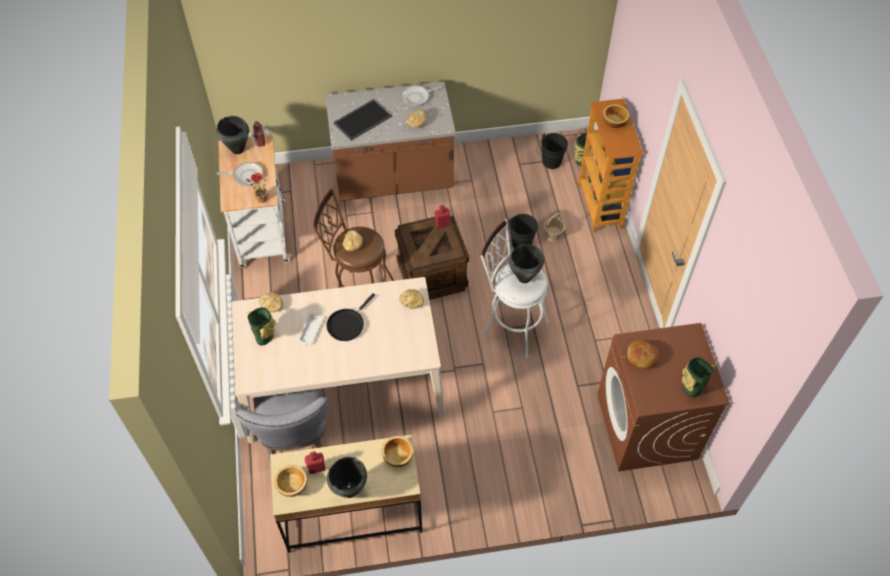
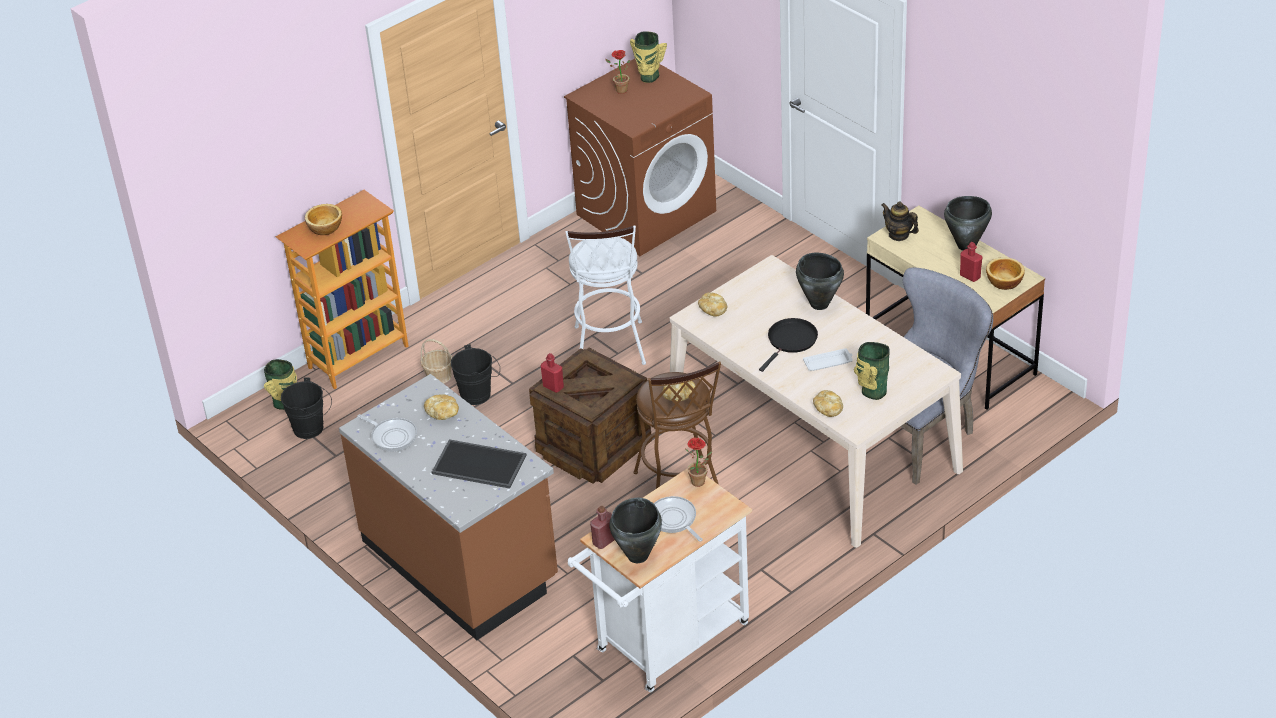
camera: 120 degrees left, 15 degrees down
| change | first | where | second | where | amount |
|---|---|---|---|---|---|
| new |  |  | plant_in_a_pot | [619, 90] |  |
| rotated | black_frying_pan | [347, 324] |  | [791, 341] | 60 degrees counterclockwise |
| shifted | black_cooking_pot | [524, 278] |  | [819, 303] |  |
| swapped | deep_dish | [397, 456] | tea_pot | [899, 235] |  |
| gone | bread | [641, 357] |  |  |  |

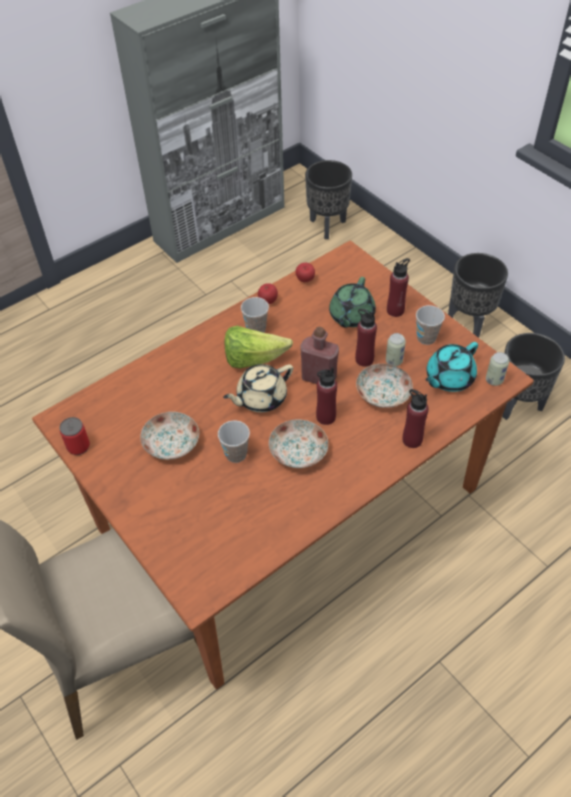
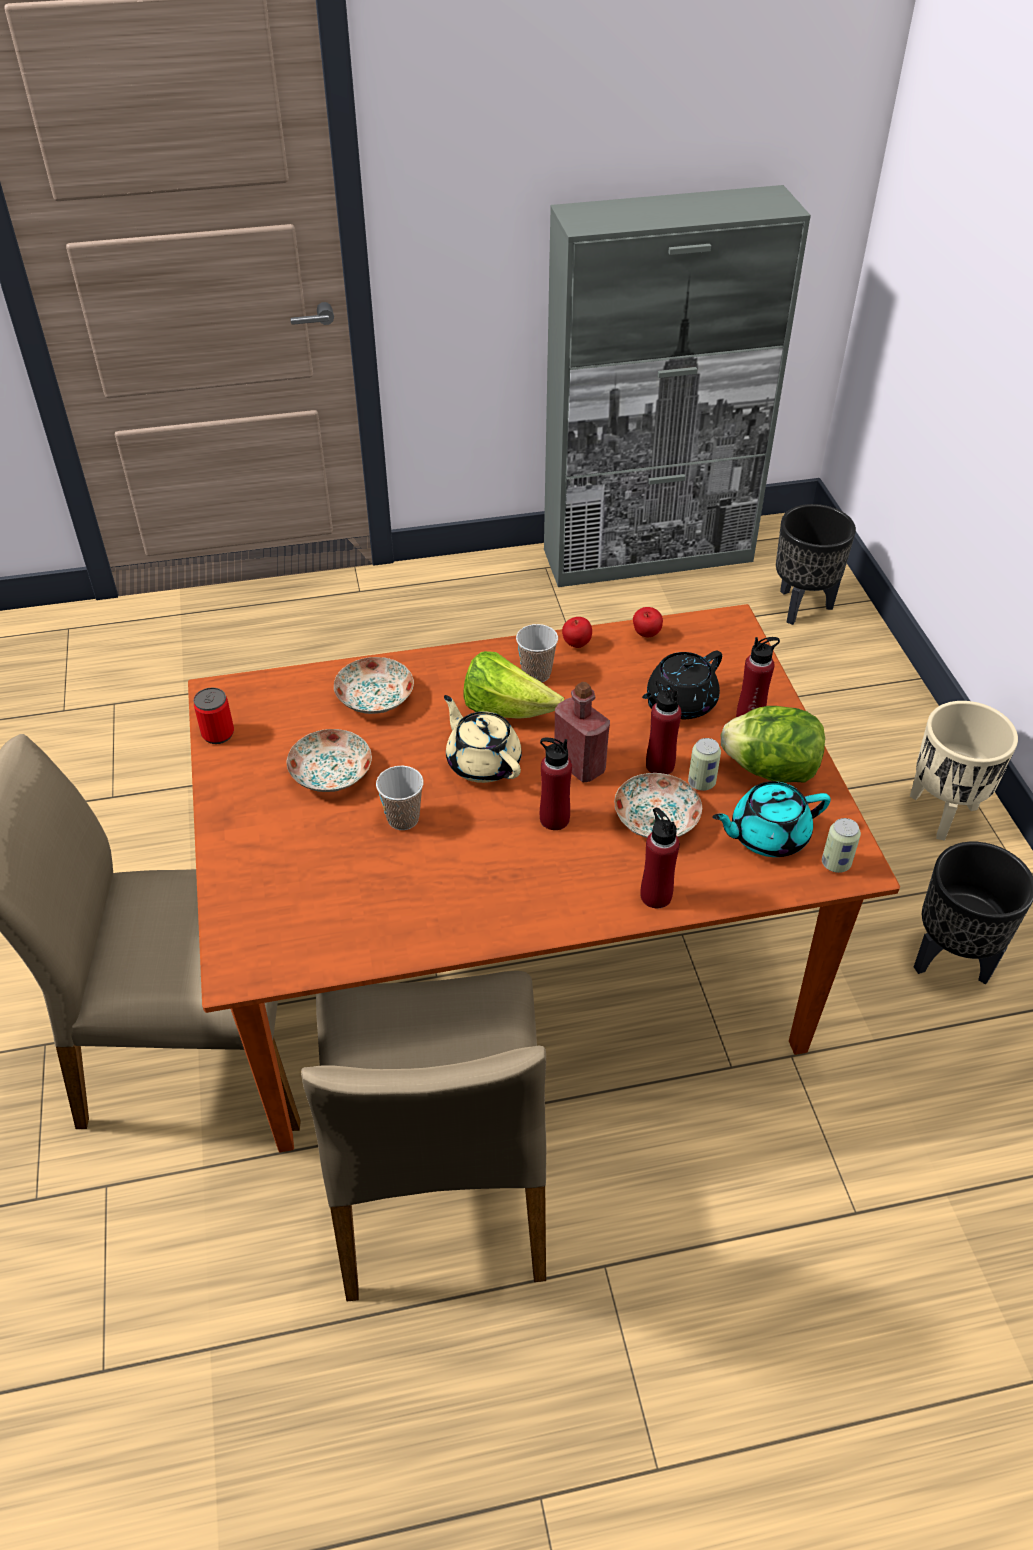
camera: 25 degrees right, 5 degrees down
| change | first | where | second | where | amount |
|---|---|---|---|---|---|
| new |  |  | beige_upright_chair | [439, 1180] |  |
| shifted | dinner_plate | [297, 452] |  | [374, 698] |  |
| rotated | beige_tea_pot | [260, 398] |  | [483, 762] | 60 degrees clockwise |
| repainted | green-coloured_tea_pot | [351, 316] | black_tea_pot | [679, 703] |  |
| swapped | cup | [426, 338] | head_of_lettuce | [771, 770] |  |
| repainted | black_planter | [469, 322] | beige_planter | [943, 813] |  |

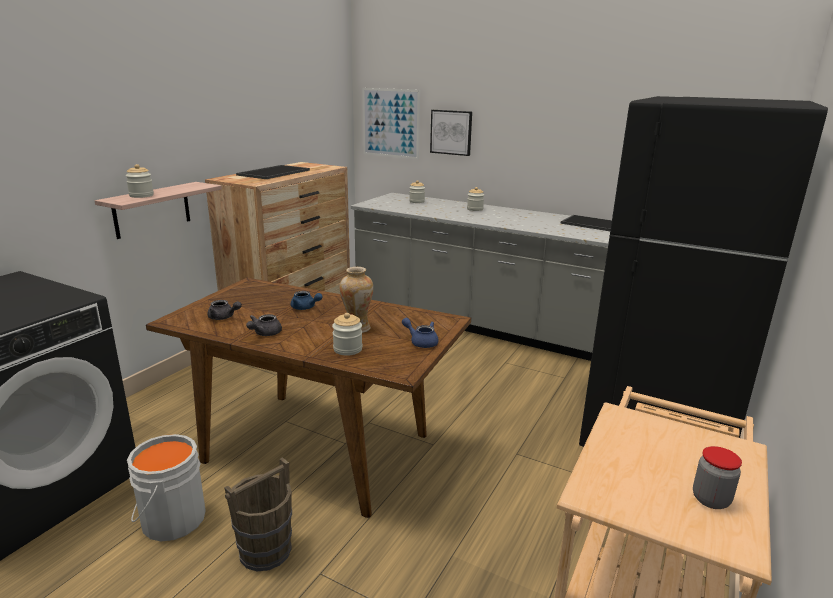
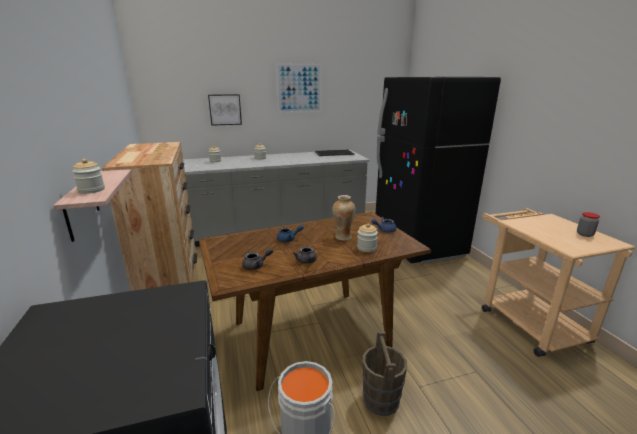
camera: 45 degrees left, 0 degrees up
| change | first | where | second | where | amount |
|---|---|---|---|---|---|
| shifted | picture | [390, 123] |  | [299, 88] |  |
| gone | carrying_tray | [273, 172] |  |  |  |

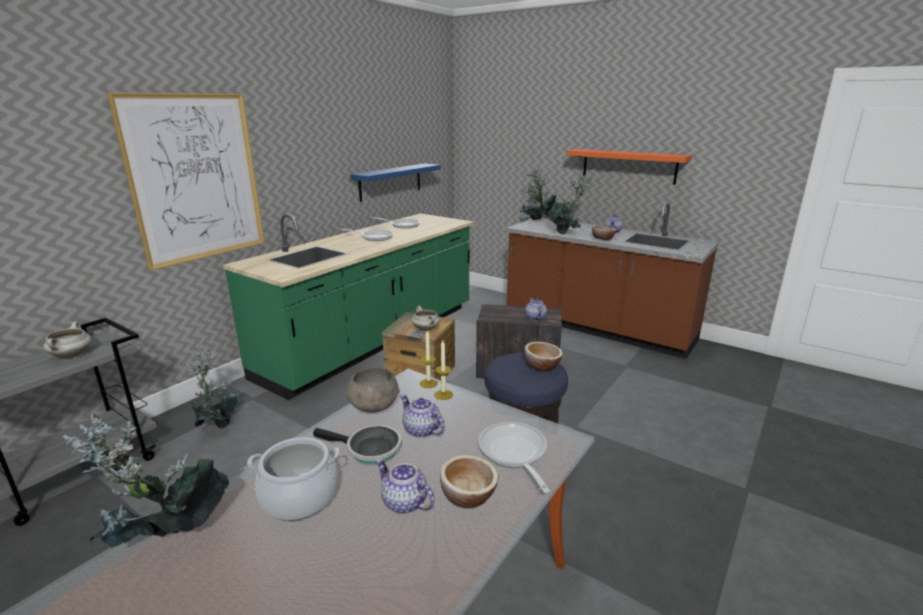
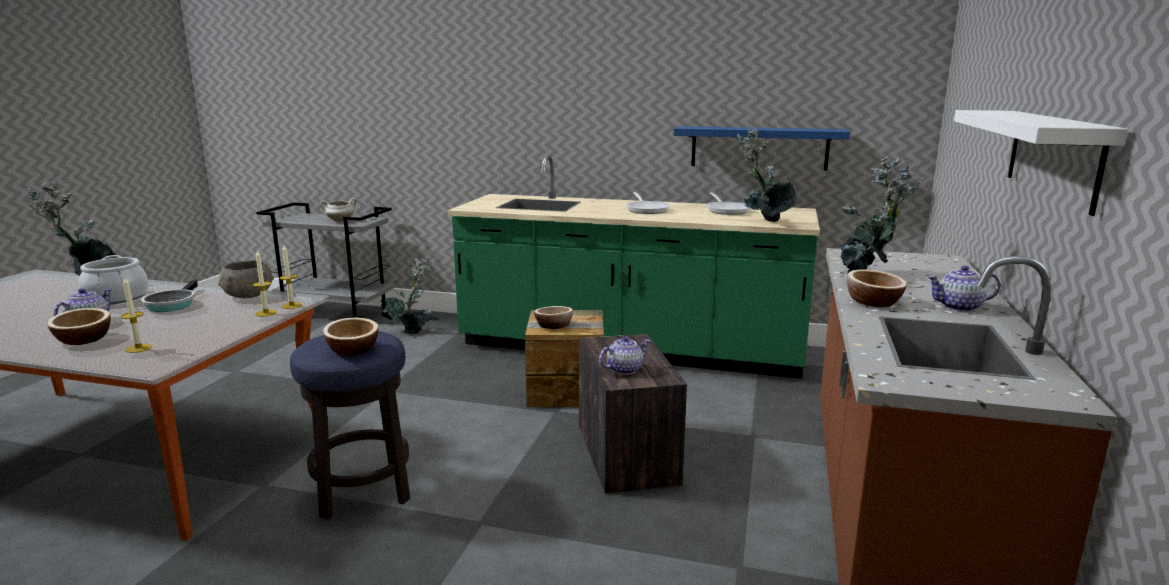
camera: 70 degrees right, 5 degrees down
| change | first | where | second | where | amount |
|---|---|---|---|---|---|
| swapped | frying_pan | [514, 453] | candle | [138, 348] |  |
| swapped | whitish_cooking_pot | [426, 329] | deep_dish | [554, 326] |  |
| shifted | plant_in_a_pot | [537, 221] |  | [763, 222] |  |
| repainted | orange_wall_shelf | [628, 166] | whitish_wall_shelf | [1052, 156] |  |
| gone | picture | [196, 178] |  |  |  |
| gone | tea_pot | [422, 430] |  |  |  |

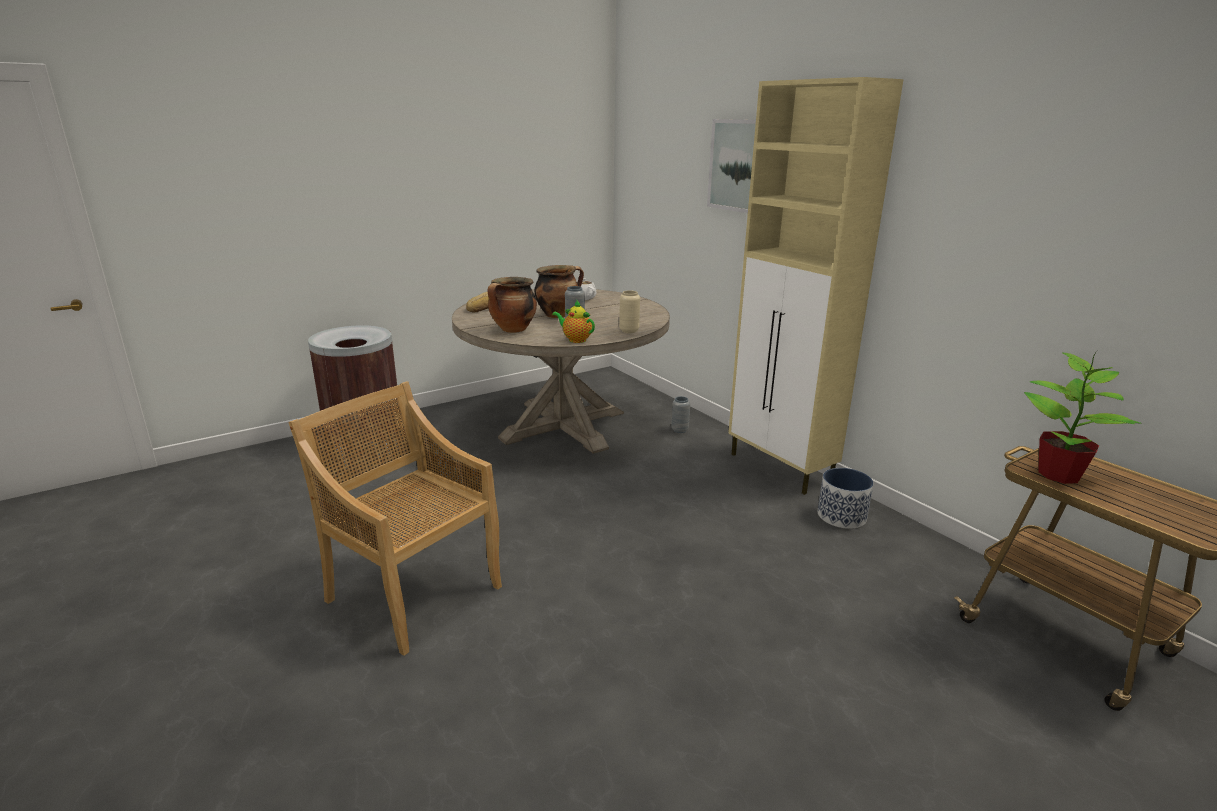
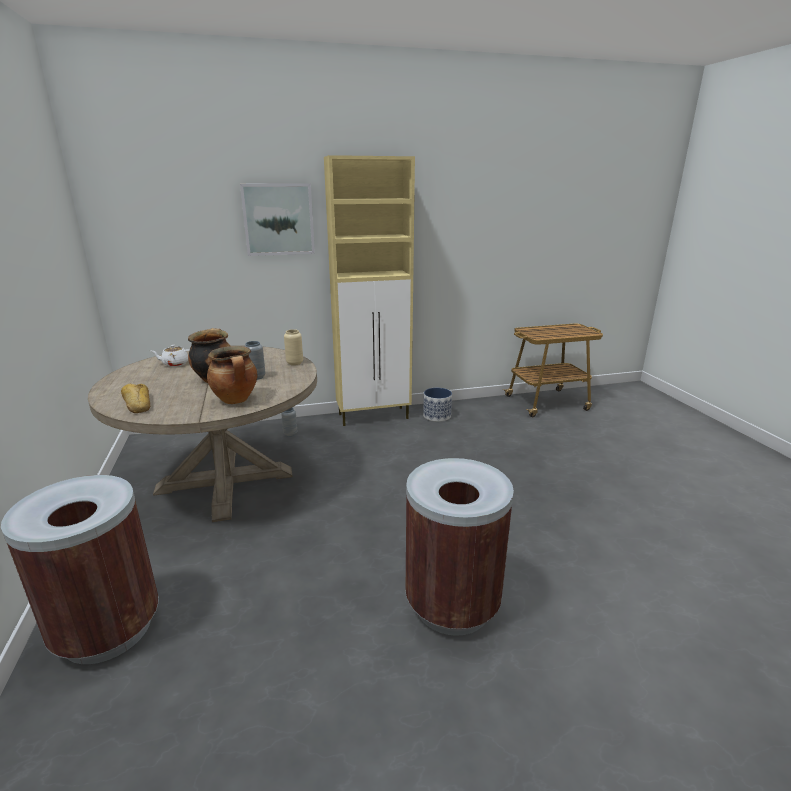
camera: 70 degrees left, 0 degrees up
| change | first | where | second | where | amount |
|---|---|---|---|---|---|
| swapped | beige_upright_chair | [413, 592] | brownish_trash_can | [451, 604] |  |
| gone | tea_pot | [575, 339] |  |  |  |
| gone | plant_in_a_pot | [1060, 475] |  |  |  |

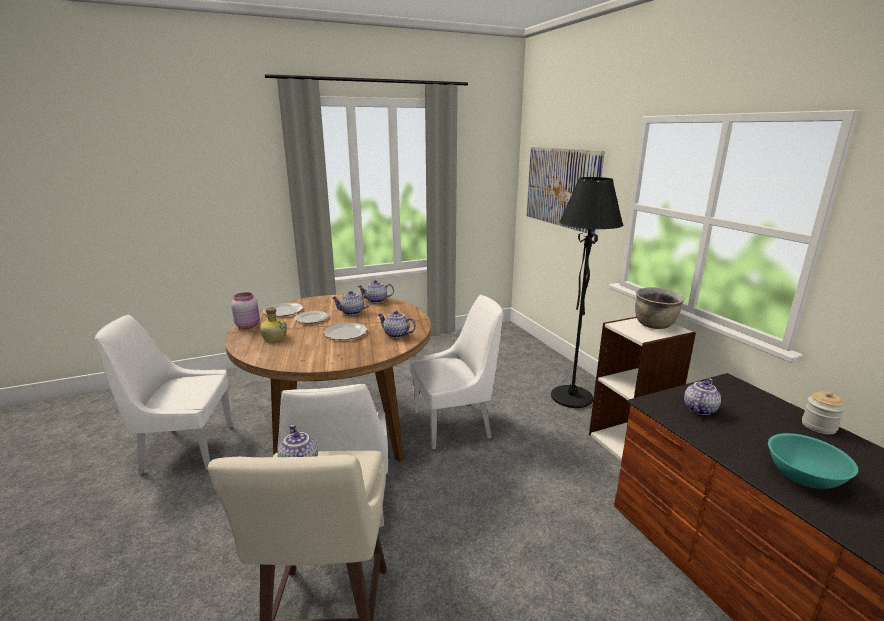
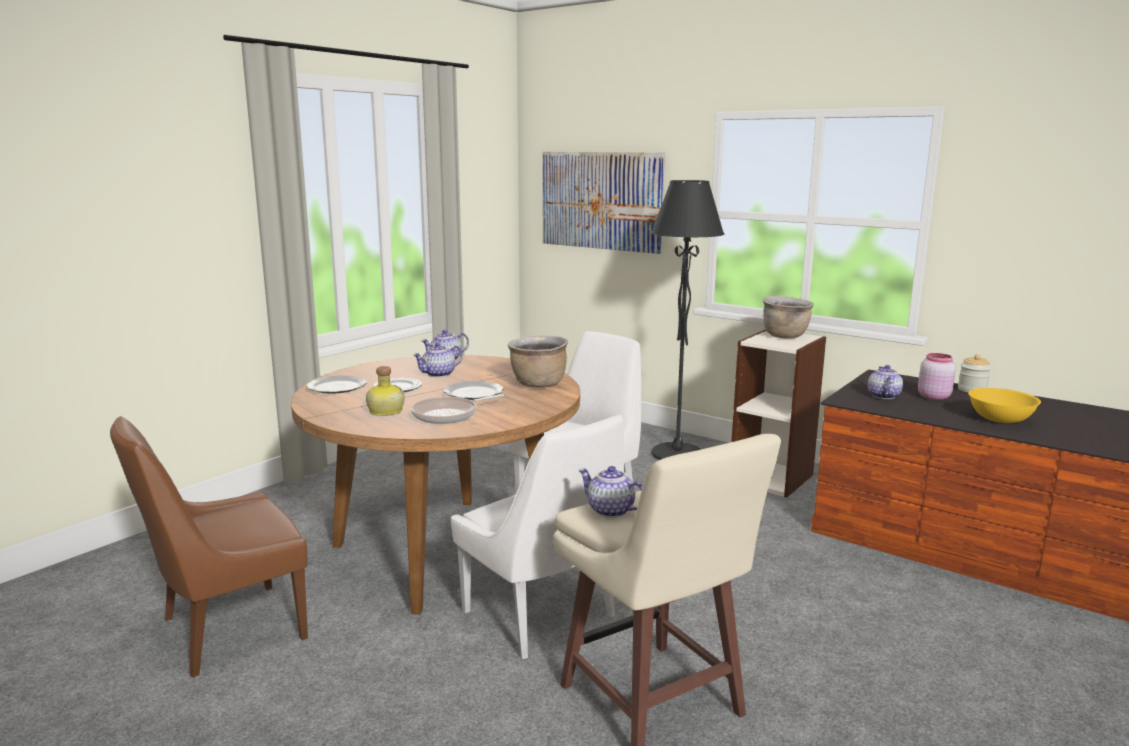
camera: 30 degrees left, 5 degrees down
| change | first | where | second | where | amount |
|---|---|---|---|---|---|
| repainted | whitish_upright_chair | [184, 448] | brownish_upright_chair | [228, 630] |  |
| new |  |  | frying_pan | [449, 415] |  |
| swapped | tea_pot | [396, 335] | brownish_cooking_pot | [538, 384] |  |
| shifted | pink_jar | [248, 325] |  | [933, 397] |  |
| repainted | blue-green_deep_dish | [804, 476] | yellow_deep_dish | [1000, 419] |  |

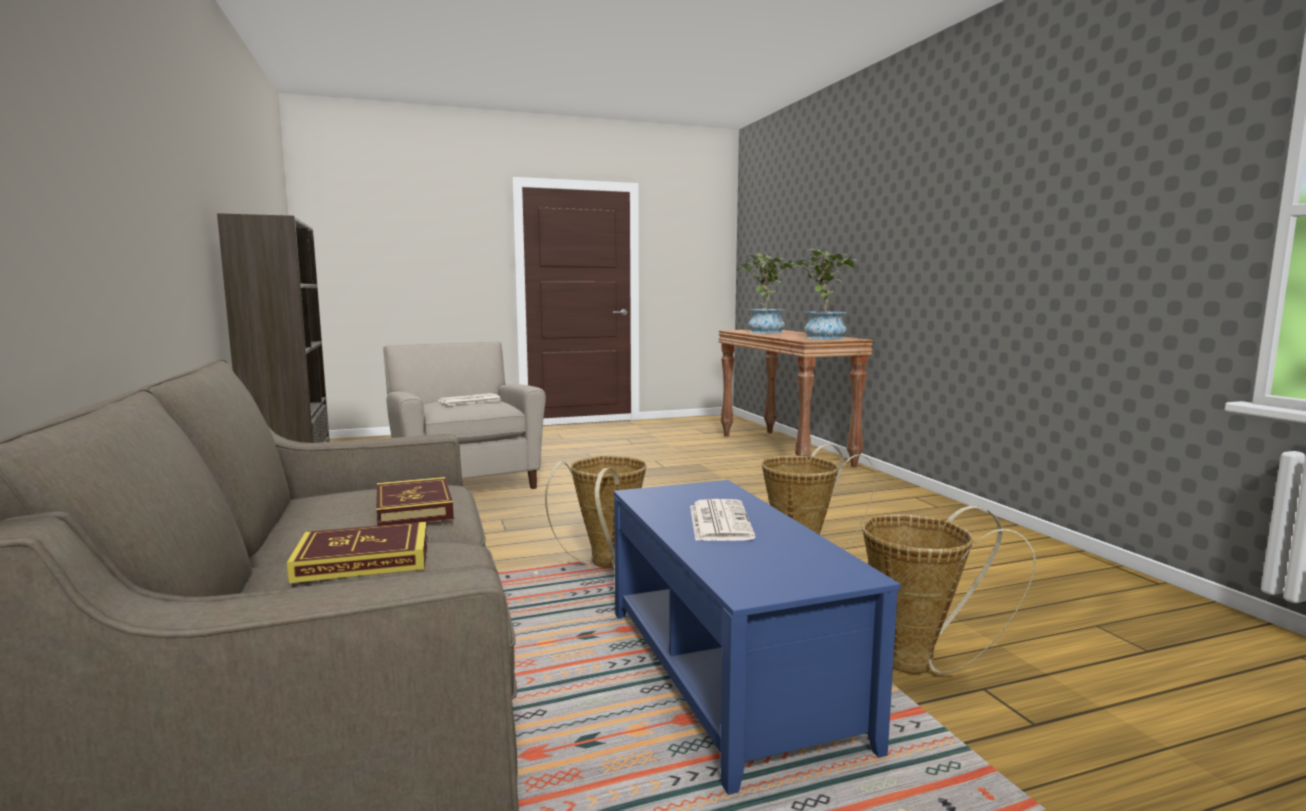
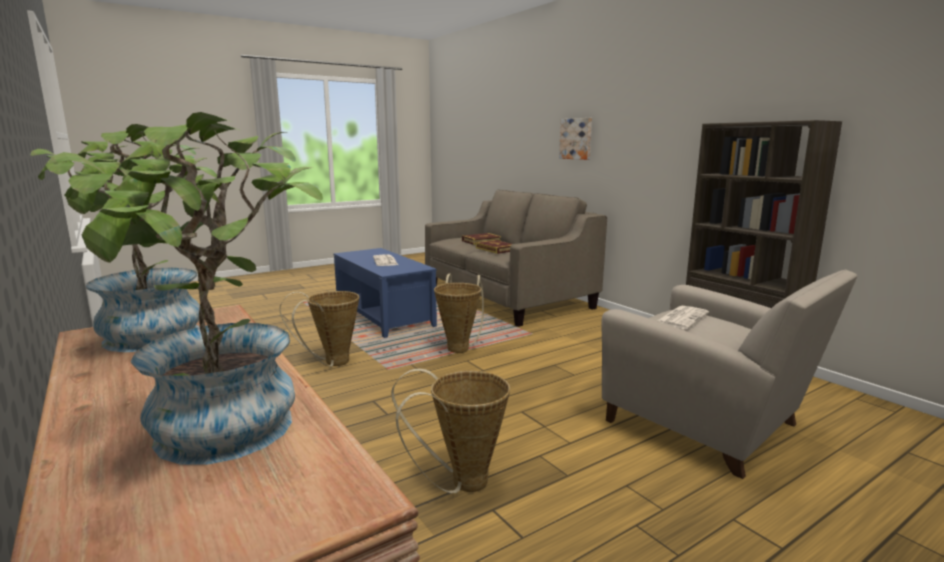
camera: 165 degrees right, 5 degrees up
| change | first | where | second | where | amount |
|---|---|---|---|---|---|
| shifted | household_basket | [921, 663] |  | [461, 483] |  |
| new |  |  | picture | [576, 139] |  |

